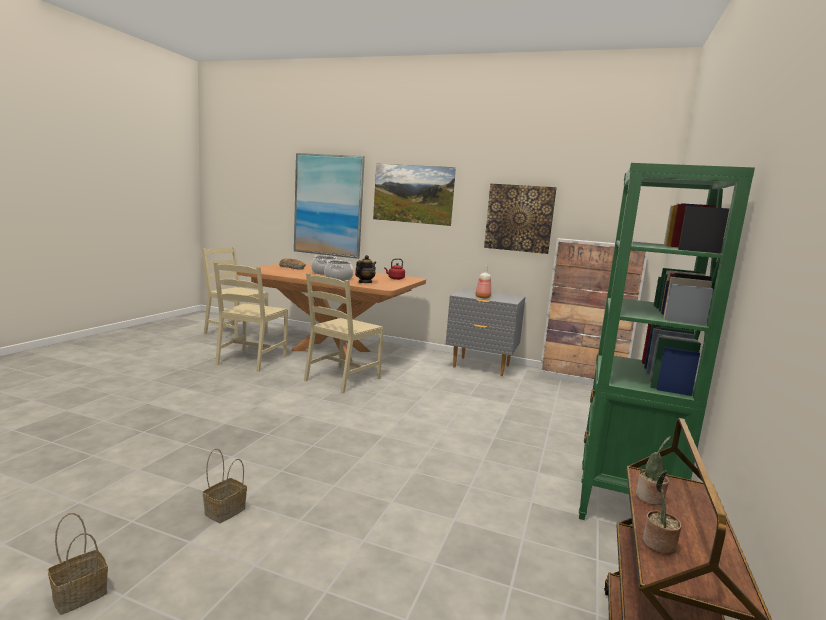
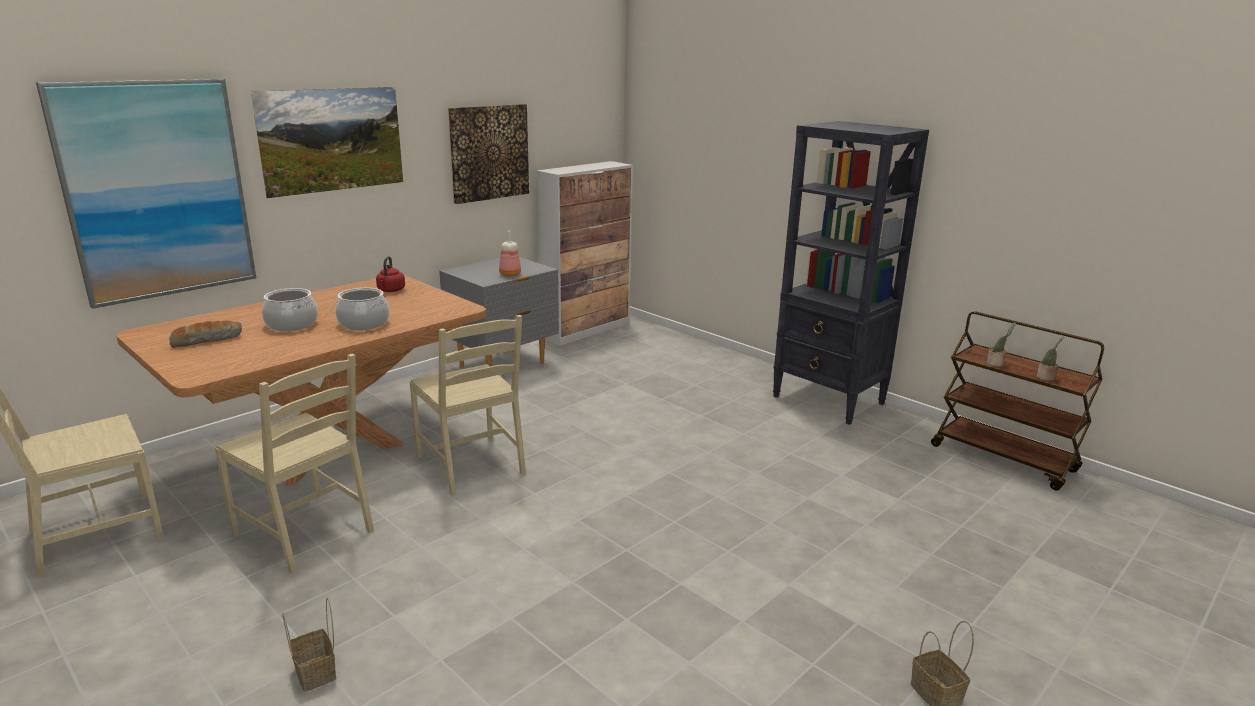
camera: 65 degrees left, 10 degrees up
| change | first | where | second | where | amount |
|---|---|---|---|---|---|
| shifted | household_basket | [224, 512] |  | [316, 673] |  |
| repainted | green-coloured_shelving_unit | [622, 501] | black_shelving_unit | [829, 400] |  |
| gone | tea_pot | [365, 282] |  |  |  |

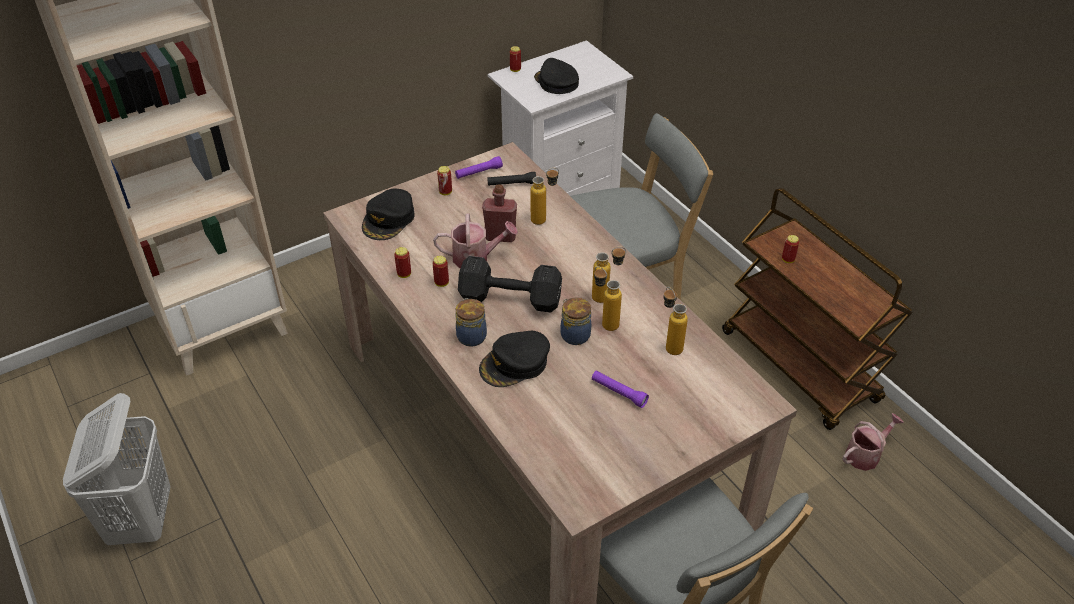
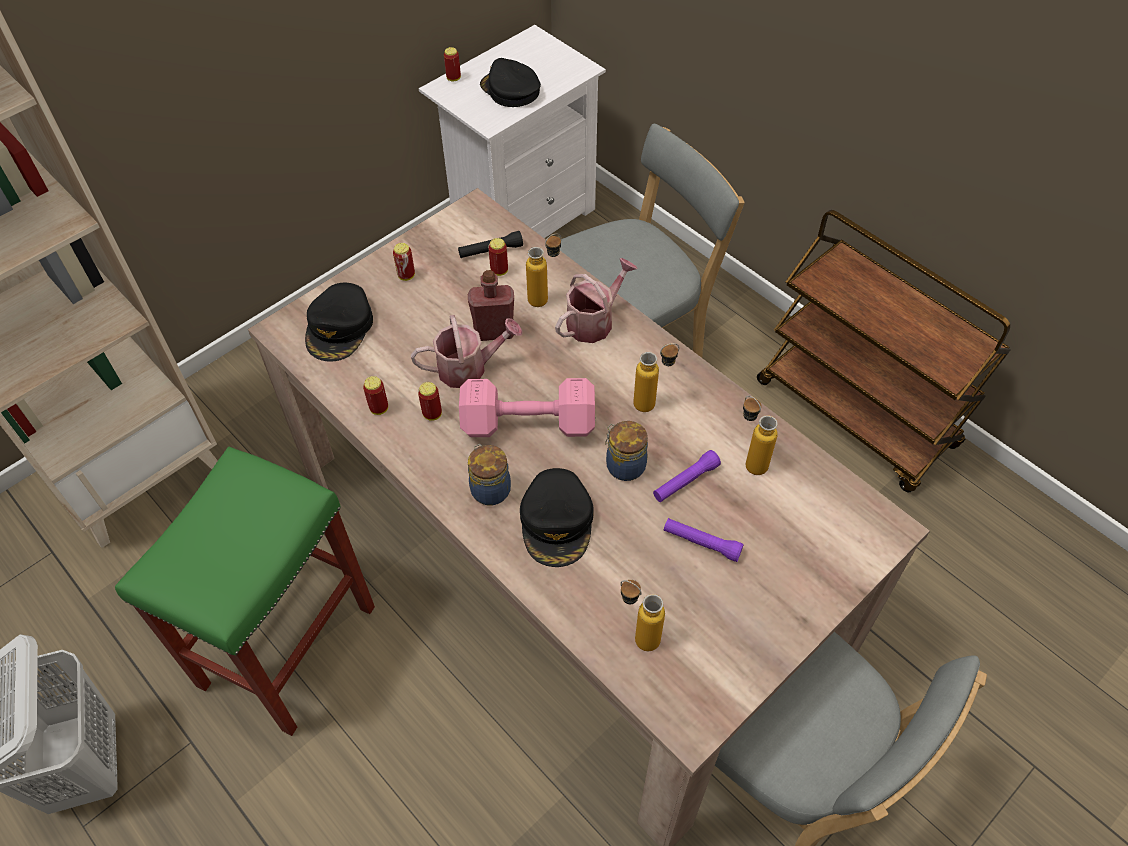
camera: 10 degrees left, 10 degrees up
| change | first | where | second | where | amount |
|---|---|---|---|---|---|
| new |  |  | green-coloured_sitting_stool | [288, 643] |  |
| repainted | black_dumbbell | [508, 298] | pink_dumbbell | [525, 423] |  |
| shifted | metal_can | [788, 260] |  | [499, 271] |  |
| rotated | black_peaked_cap | [515, 364] |  | [557, 522] | 45 degrees counterclockwise |
| shifted | watering_can | [866, 454] |  | [594, 321] |  |
| shifted | beverage_bottle | [604, 322] |  | [637, 635] |  |
| shifted | purplish_hand_torch | [478, 172] |  | [685, 481] |  |

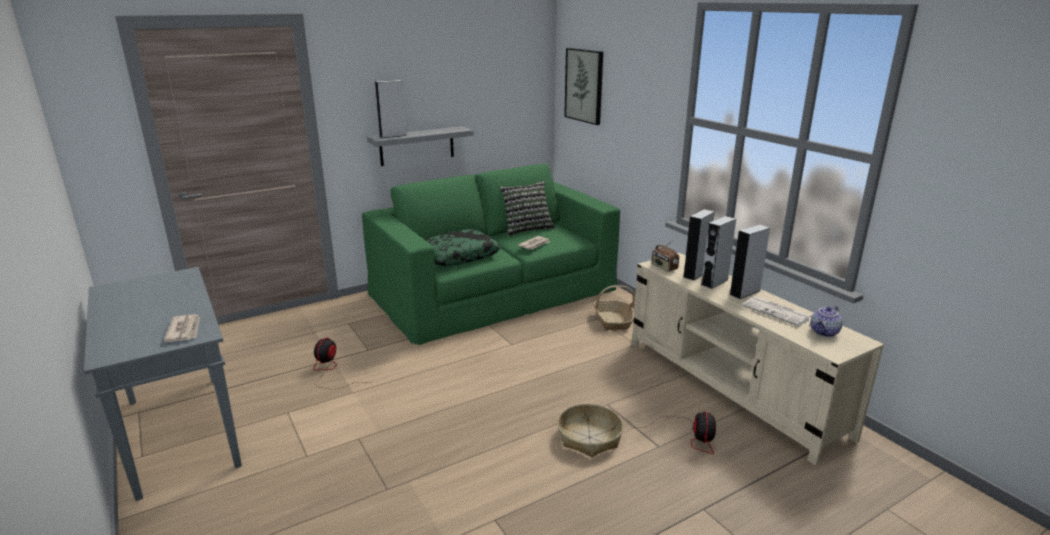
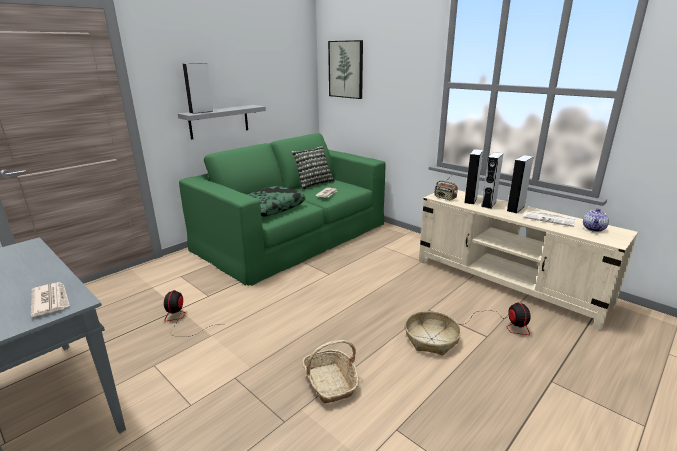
camera: 15 degrees left, 0 degrees up
| change | first | where | second | where | amount |
|---|---|---|---|---|---|
| shifted | household_basket | [613, 321] |  | [330, 382] |  |

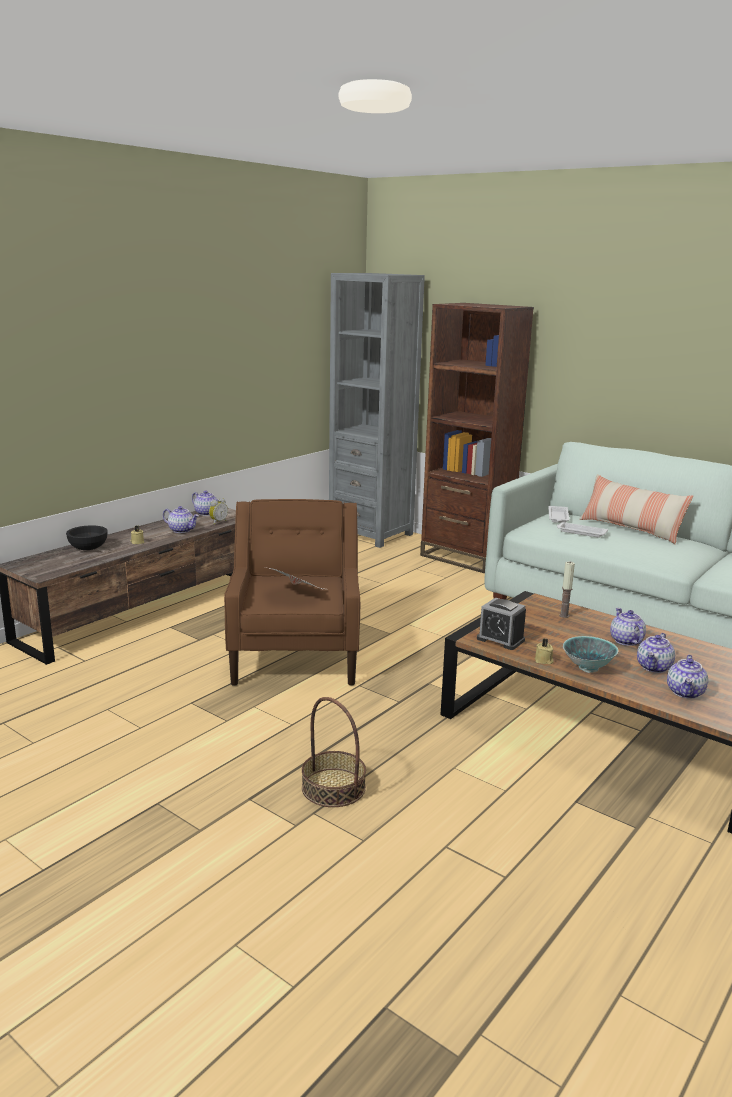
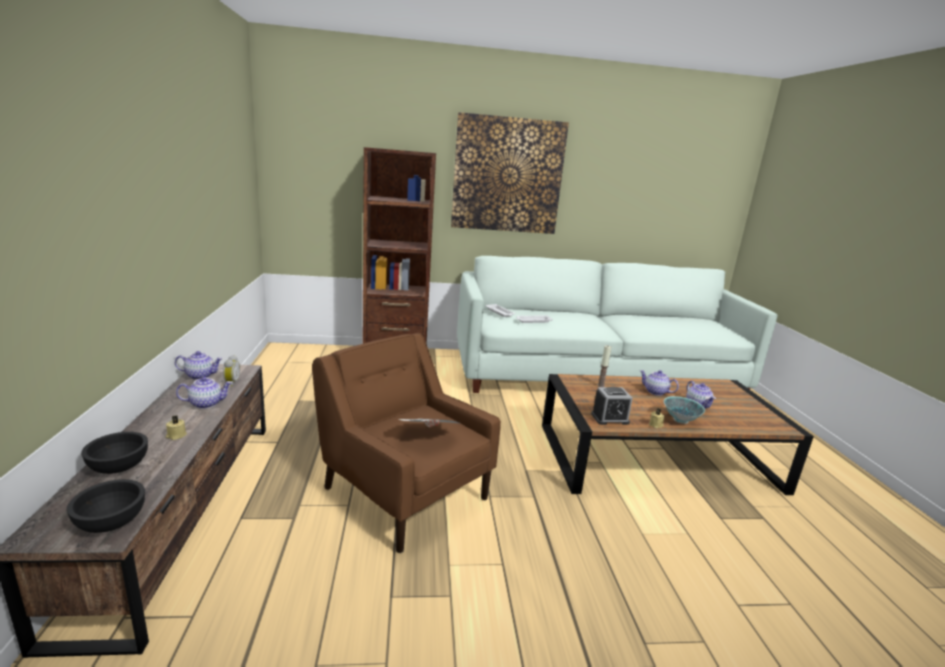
camera: 45 degrees left, 0 degrees up
| change | first | where | second | where | amount |
|---|---|---|---|---|---|
| new |  |  | black_deep_dish | [111, 522] |  |
| new |  |  | picture | [507, 175] |  |
| gone | household_basket | [333, 788] |  |  |  |
| gone | gray_shelving_unit | [371, 534] |  |  |  |
| gone | throw_pillow | [630, 529] |  |  |  |
| gone | tea_pot | [685, 692] |  |  |  |

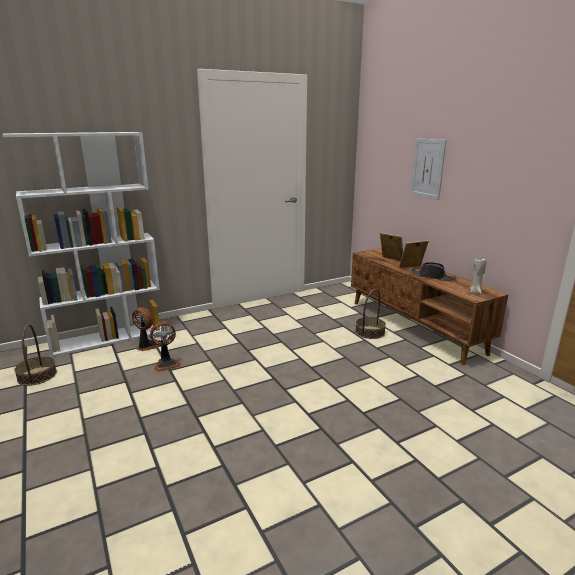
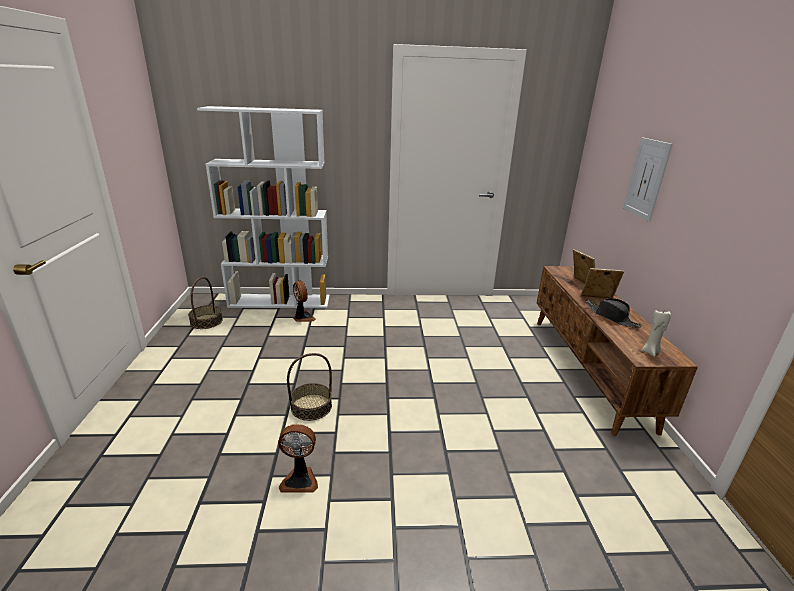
camera: 25 degrees right, 5 degrees up
| change | first | where | second | where | amount |
|---|---|---|---|---|---|
| shifted | fan | [166, 364] |  | [300, 479] |  |
| shifted | household_basket | [370, 332] |  | [311, 407] |  |

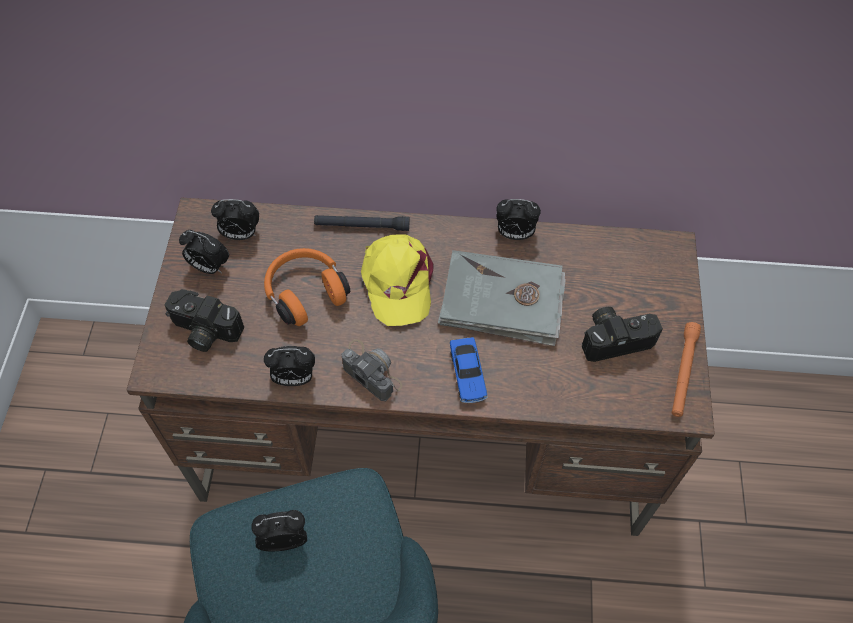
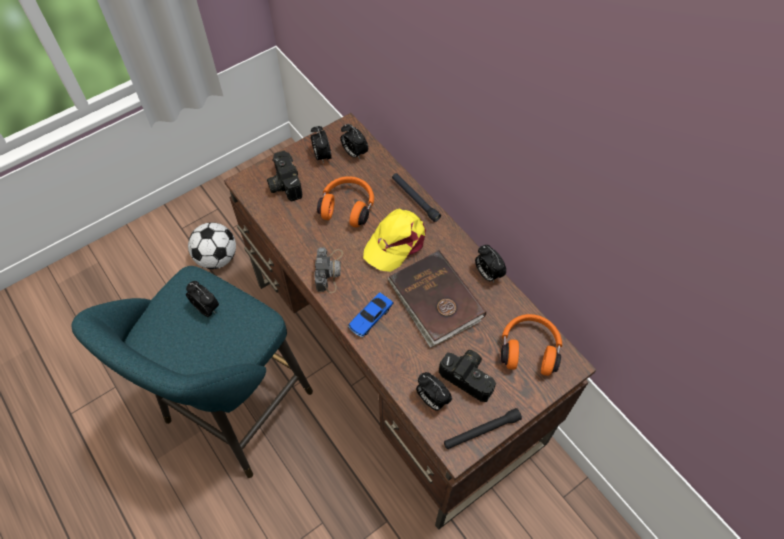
camera: 50 degrees right, 0 degrees up
| change | first | where | second | where | amount |
|---|---|---|---|---|---|
| new |  |  | football | [217, 258] |  |
| repainted | gray_volume | [502, 301] | brownish_volume | [435, 300] |  |
| shifted | alarm_clock | [293, 378] |  | [432, 399] |  |
| repainted | orange_hand_torch | [683, 372] | black_hand_torch | [481, 431] |  |
| new |  |  | orange_headset | [529, 348] |  |

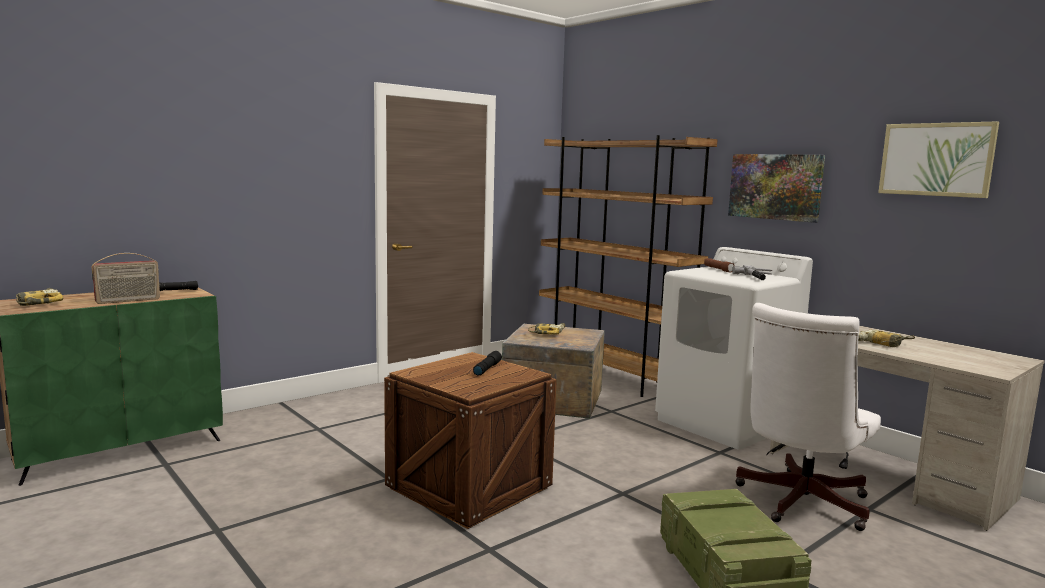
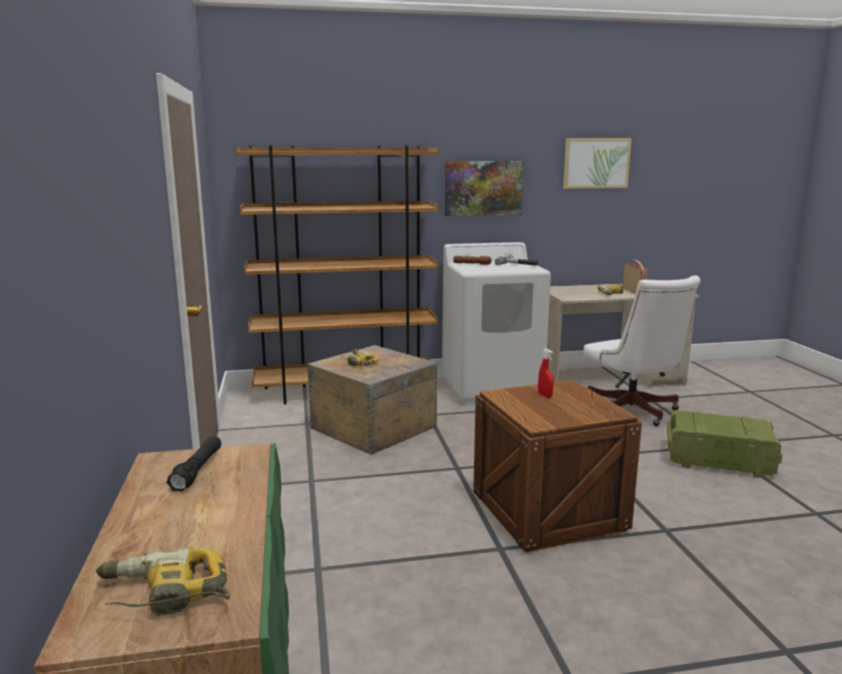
camera: 60 degrees left, 5 degrees up
| change | first | where | second | where | amount |
|---|---|---|---|---|---|
| swapped | black_hand_torch | [487, 369] | reddish_hand_sprayer | [545, 395] |  |
| shifted | radio | [128, 301] |  | [634, 291] |  |

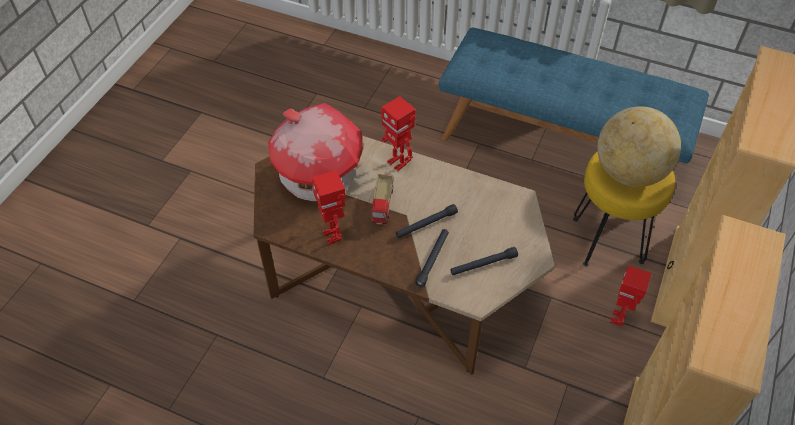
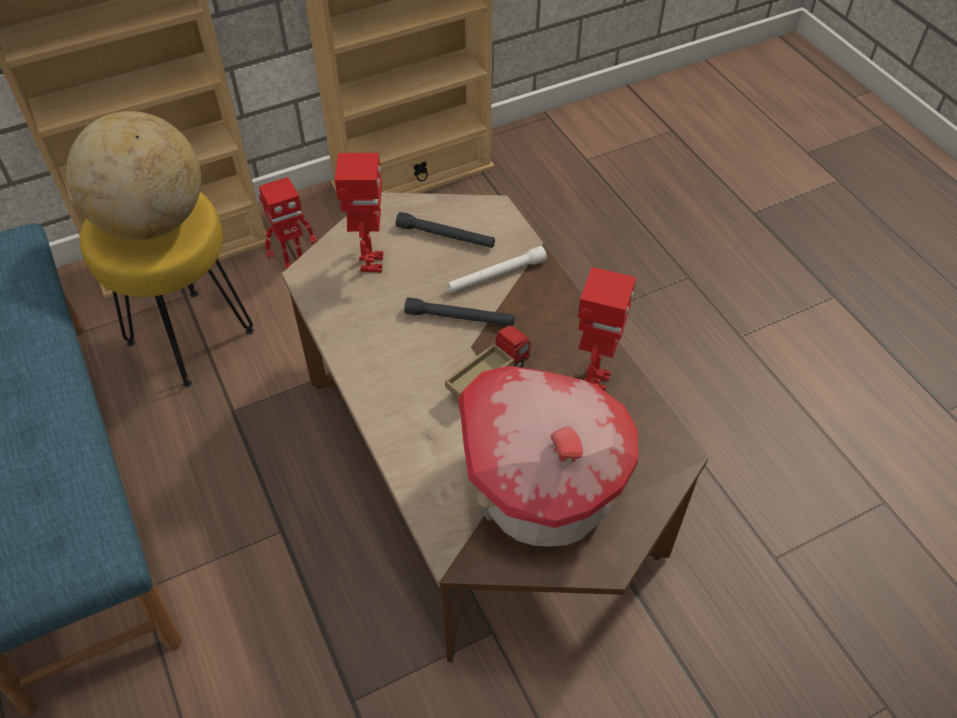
camera: 140 degrees left, 0 degrees up
| change | first | where | second | where | amount |
|---|---|---|---|---|---|
| shifted | toy_robot | [398, 163] |  | [370, 263] |  |
| repainted | black_hand_torch | [432, 259] | whitish_hand_torch | [496, 275] |  |

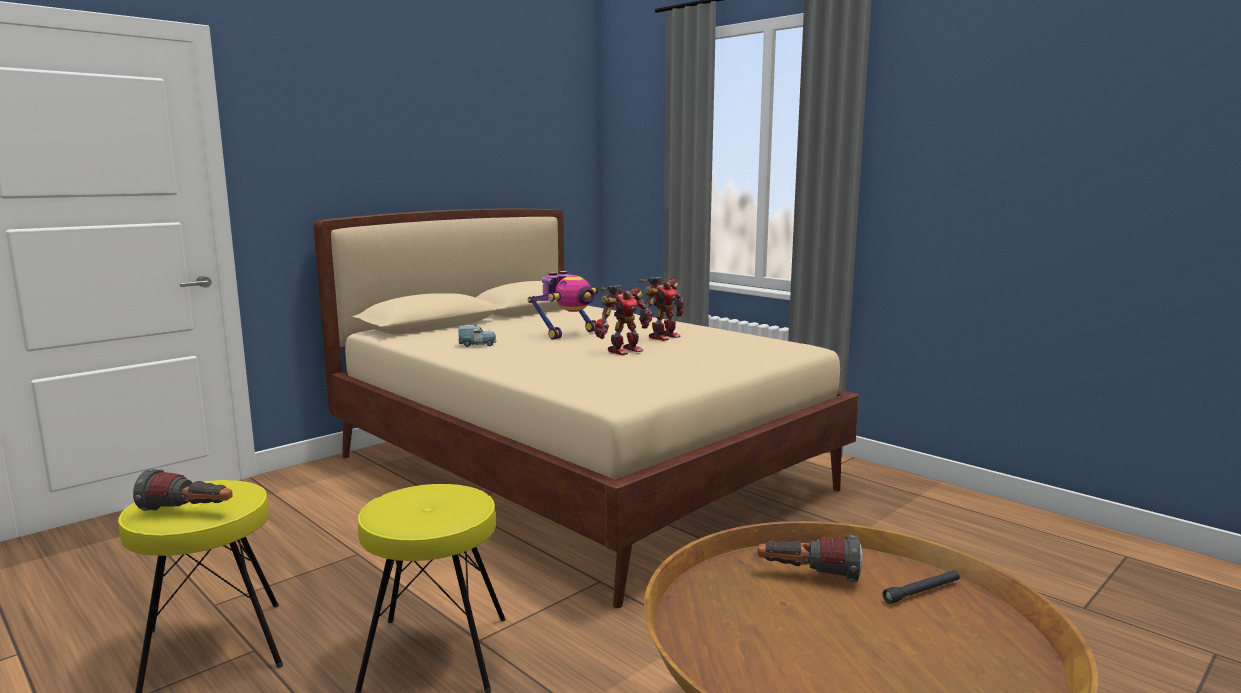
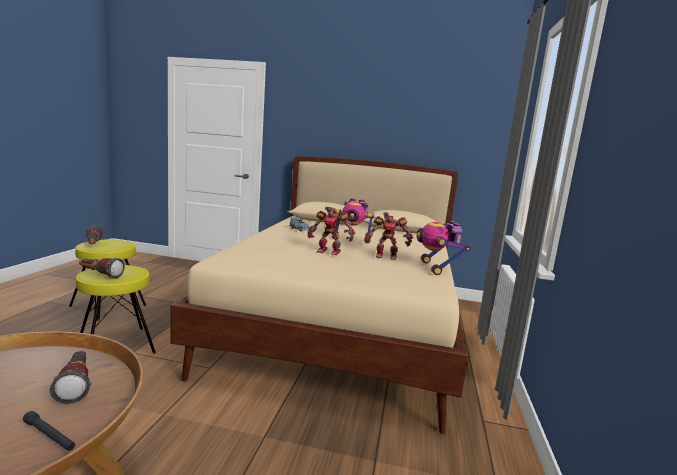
camera: 55 degrees right, 0 degrees up
| change | first | where | second | where | amount |
|---|---|---|---|---|---|
| new |  |  | hand_torch | [100, 275] |  |
| new |  |  | toy_robot | [436, 268] |  |

